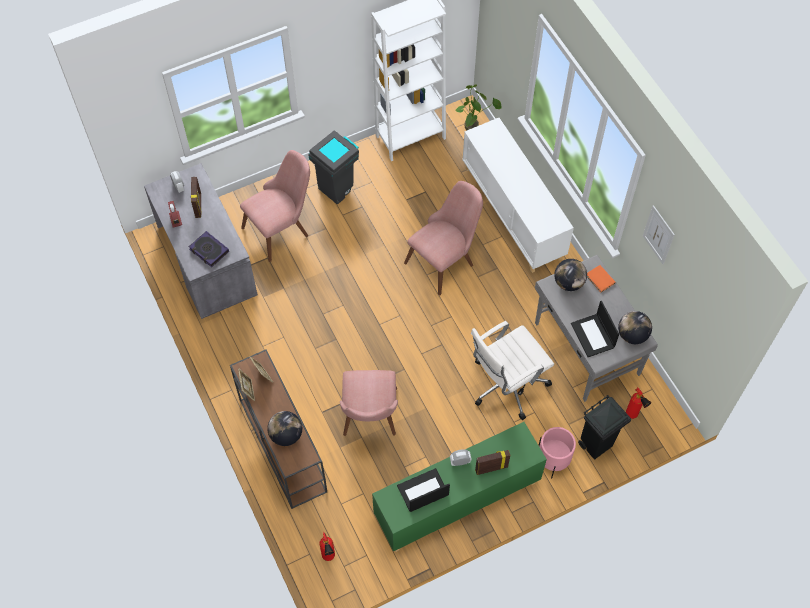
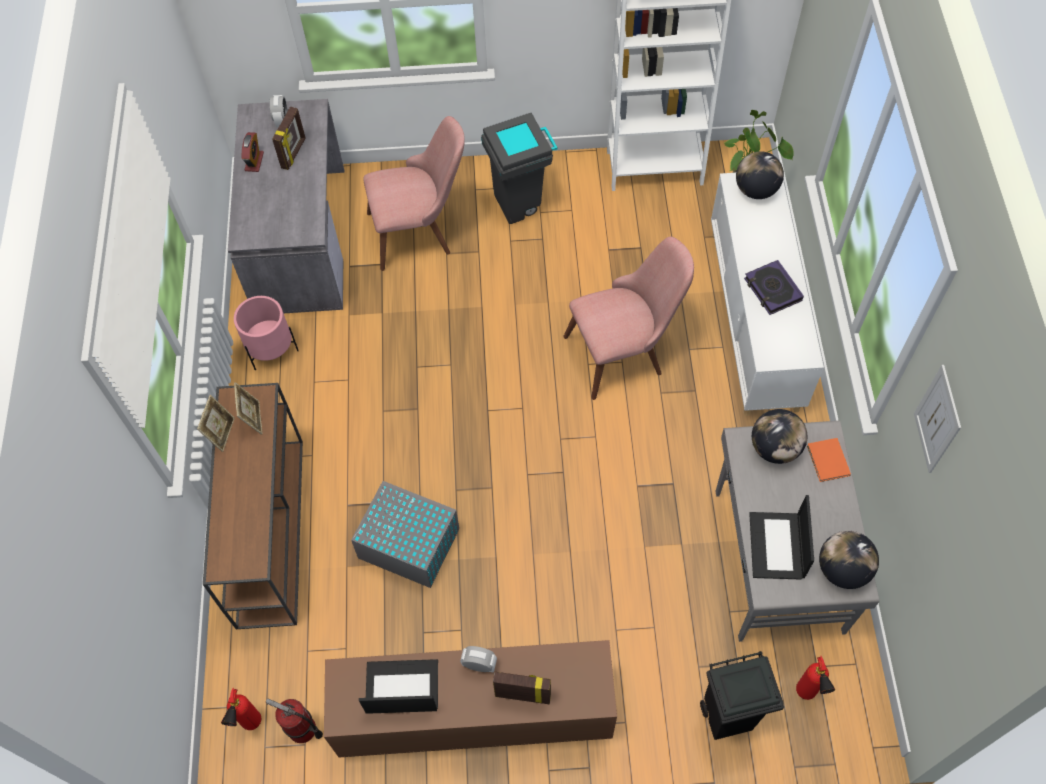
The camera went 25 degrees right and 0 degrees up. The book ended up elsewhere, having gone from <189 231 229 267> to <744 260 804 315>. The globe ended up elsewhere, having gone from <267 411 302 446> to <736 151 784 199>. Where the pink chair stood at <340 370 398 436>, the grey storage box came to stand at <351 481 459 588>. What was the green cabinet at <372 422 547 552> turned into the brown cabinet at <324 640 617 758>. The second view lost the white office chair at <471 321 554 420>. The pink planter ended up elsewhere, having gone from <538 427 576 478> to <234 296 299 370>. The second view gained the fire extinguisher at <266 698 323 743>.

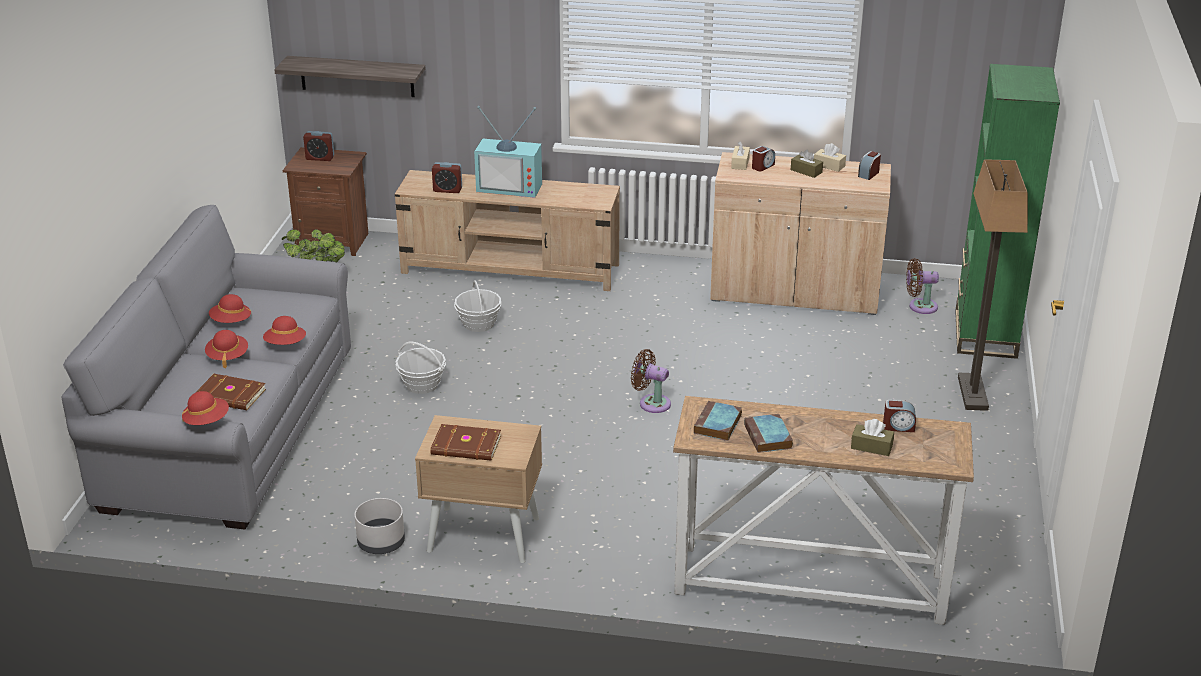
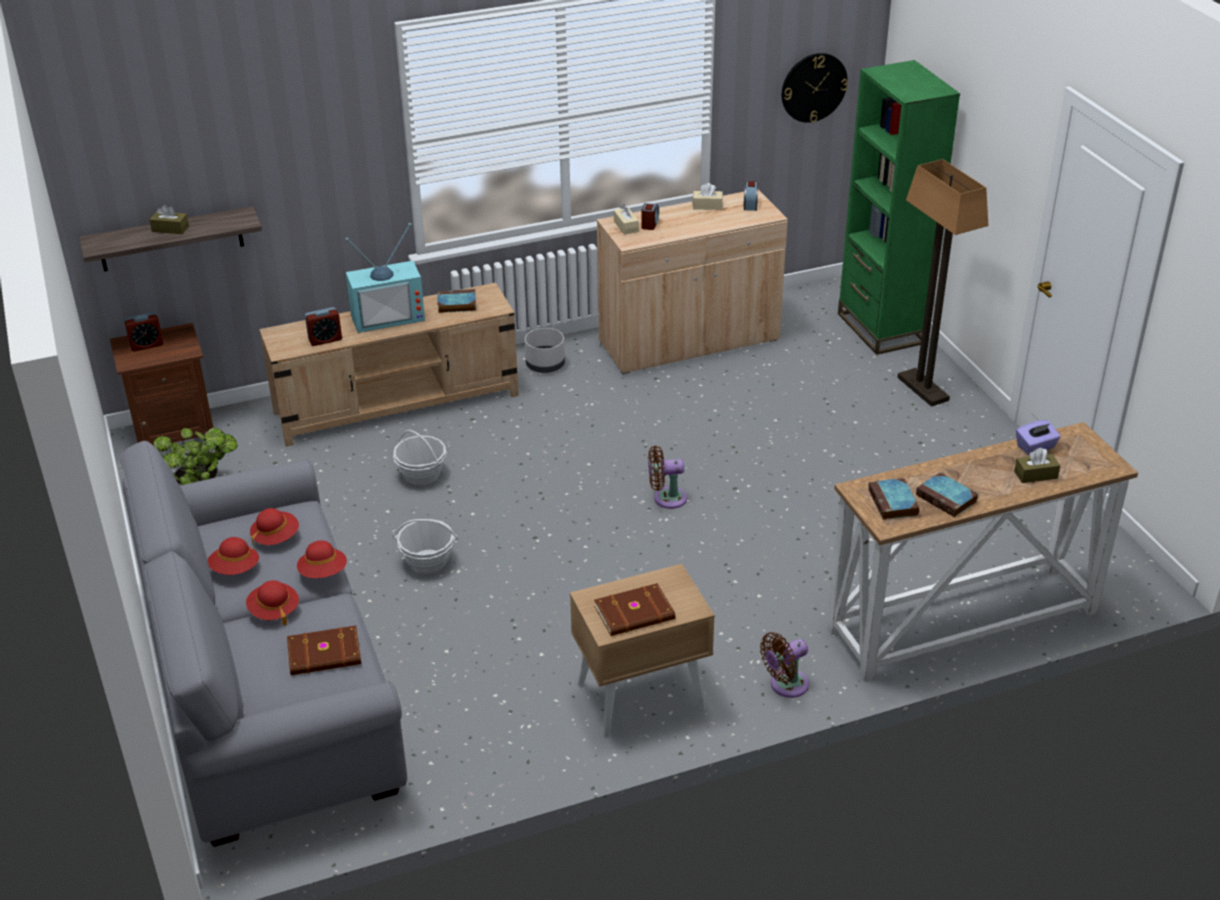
The camera went 30 degrees left and 5 degrees up. The red hat ended up elsewhere, having gone from <182 391 229 425> to <250 508 299 547>. The grey planter ended up elsewhere, having gone from <355 498 405 554> to <525 328 565 373>. The brown tissue box ended up elsewhere, having gone from <791 149 823 178> to <149 205 189 234>. Where the alarm clock stood at <883 400 916 432>, the purple tissue box came to stand at <1016 420 1061 455>. The brown fan ended up elsewhere, having gone from <906 258 939 314> to <760 632 809 698>. The second view gained the book at <437 289 476 313>. The second view gained the wall clock at <782 53 848 123>.

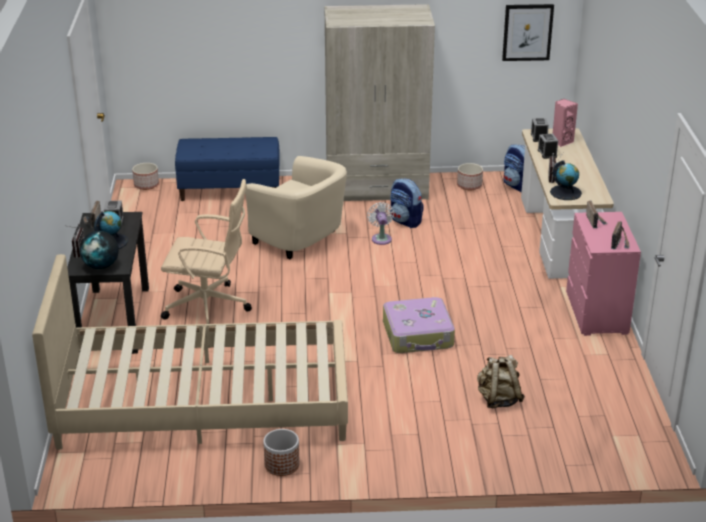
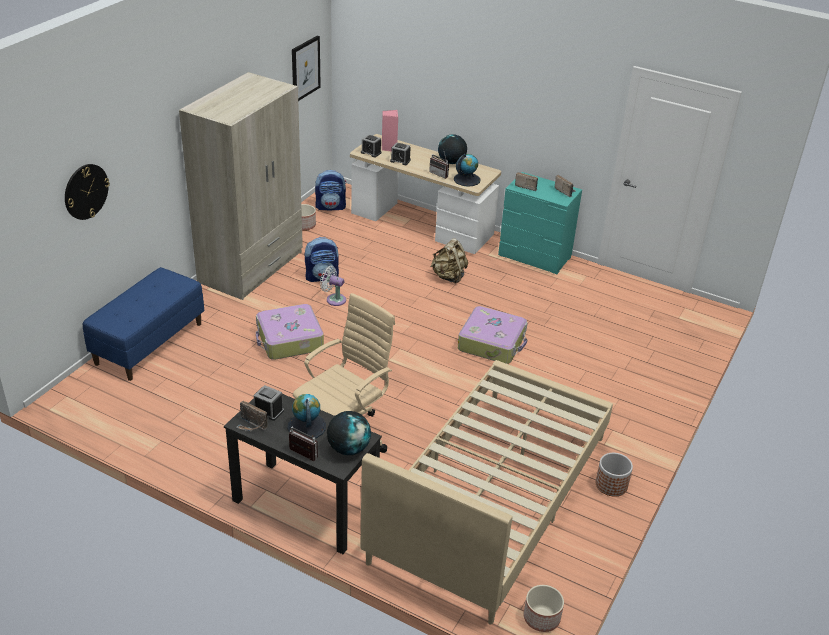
The camera went 60 degrees left and 5 degrees up. The planter ended up elsewhere, having gone from <132 163 159 190> to <524 585 564 632>. Where the beige armchair stood at <245 156 347 259>, the suitcase came to stand at <256 304 324 360>. The beige backpack ended up elsewhere, having gone from <477 355 525 408> to <431 238 468 284>. What was the pink dresser at <566 212 641 336> turned into the turquoise dresser at <498 172 582 274>. The second view gained the wall clock at <65 164 110 220>. The second view gained the globe at <438 134 467 164>.

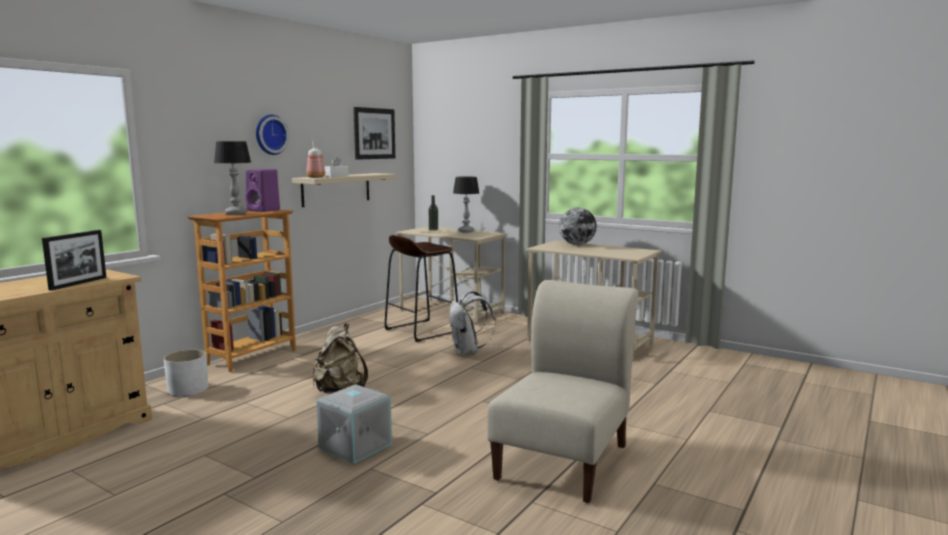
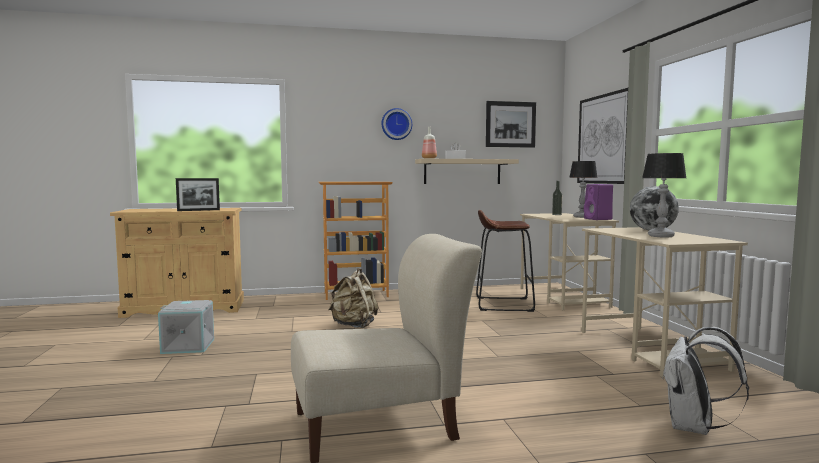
The camera went 45 degrees right and 5 degrees down. The second view lost the white planter at <164 350 208 396>. The table lamp ended up elsewhere, having gone from <214 141 251 215> to <642 153 686 238>. The purple speaker ended up elsewhere, having gone from <245 169 280 212> to <584 184 613 220>. The grey storage box ended up elsewhere, having gone from <316 384 392 464> to <158 300 214 354>. The white backpack ended up elsewhere, having gone from <449 291 496 354> to <662 327 749 435>. The second view gained the picture at <577 88 628 184>.

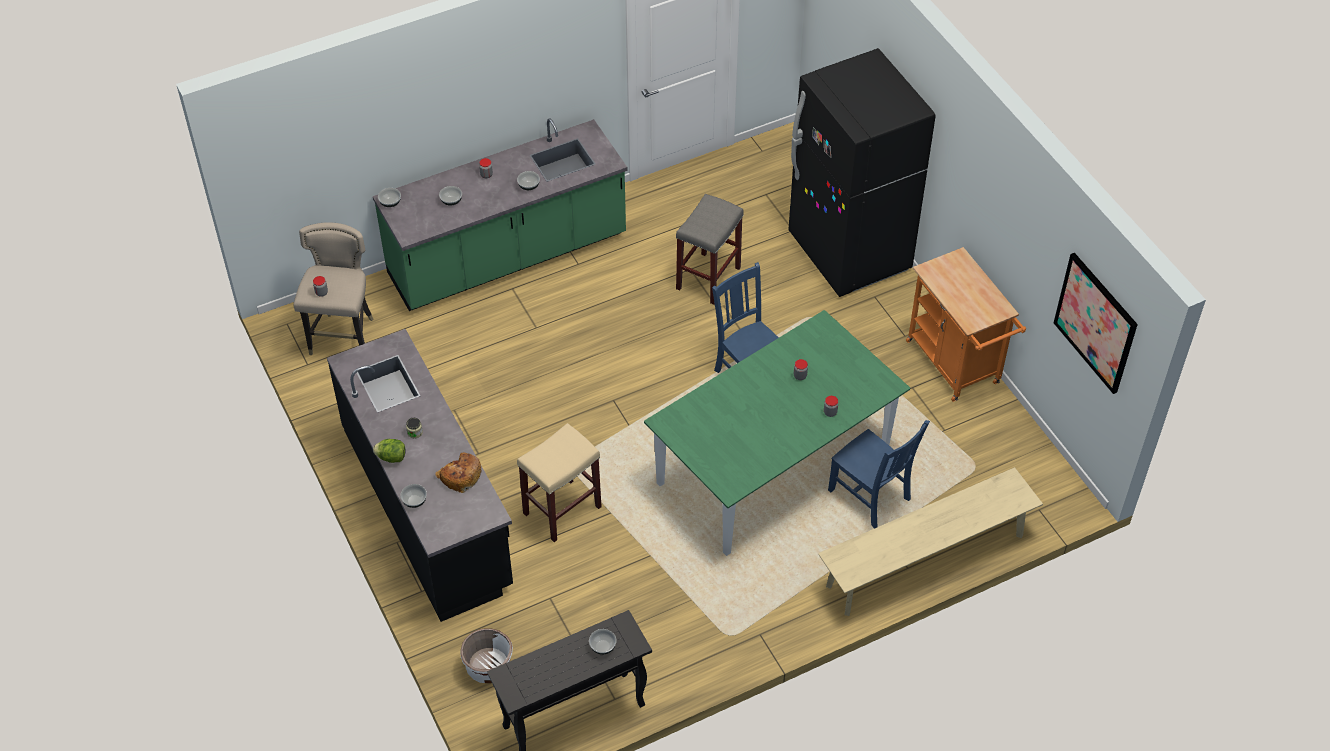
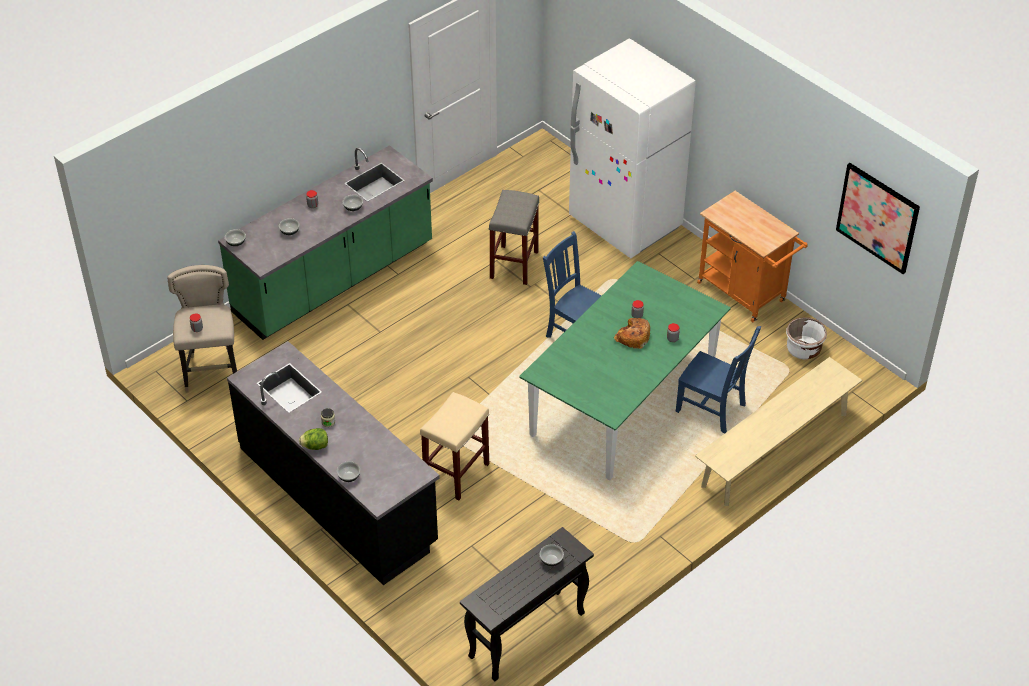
The camera went 15 degrees left and 5 degrees down. The bread ended up elsewhere, having gone from <435 453 481 493> to <614 318 650 349>. The white planter ended up elsewhere, having gone from <460 628 513 683> to <786 317 827 360>. What was the black fridge at <788 48 936 297> turned into the white fridge at <569 39 696 258>.

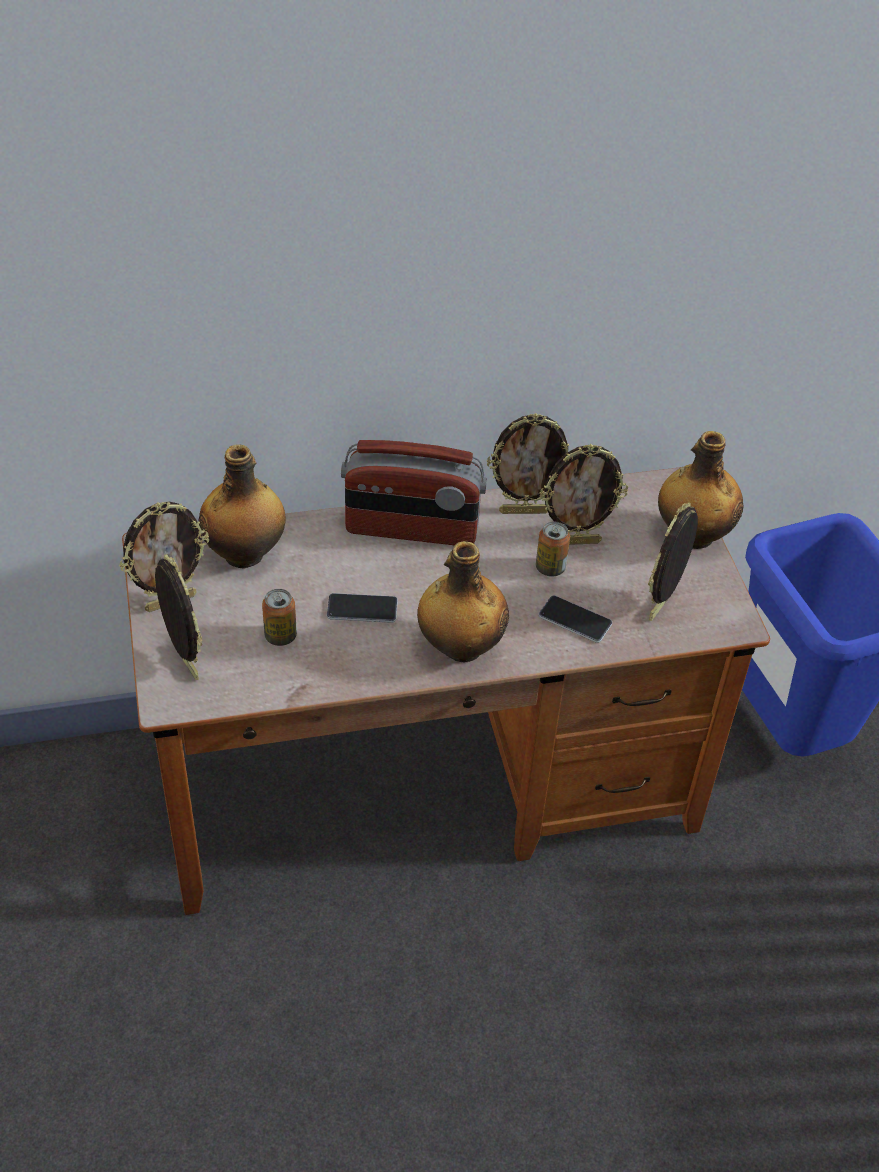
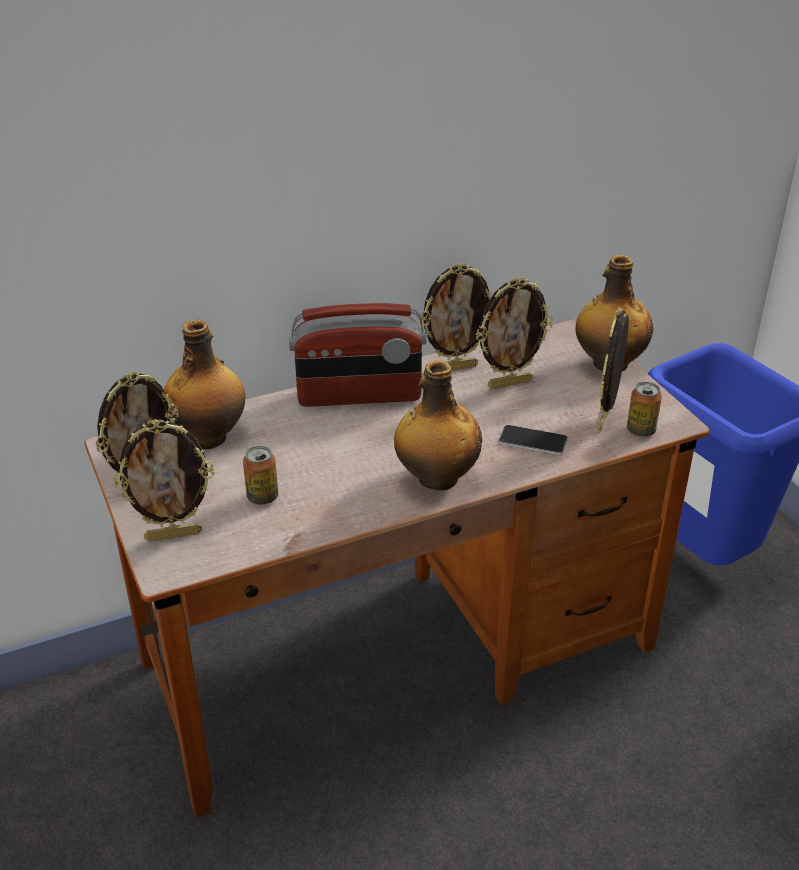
The camera went 10 degrees left and 10 degrees down. The picture frame at <155 554 202 680> ended up facing another way, 120 degrees clockwise from before. The second view lost the phone at <327 593 398 623>. The can ended up elsewhere, having gone from <536 521 570 576> to <627 382 662 437>.

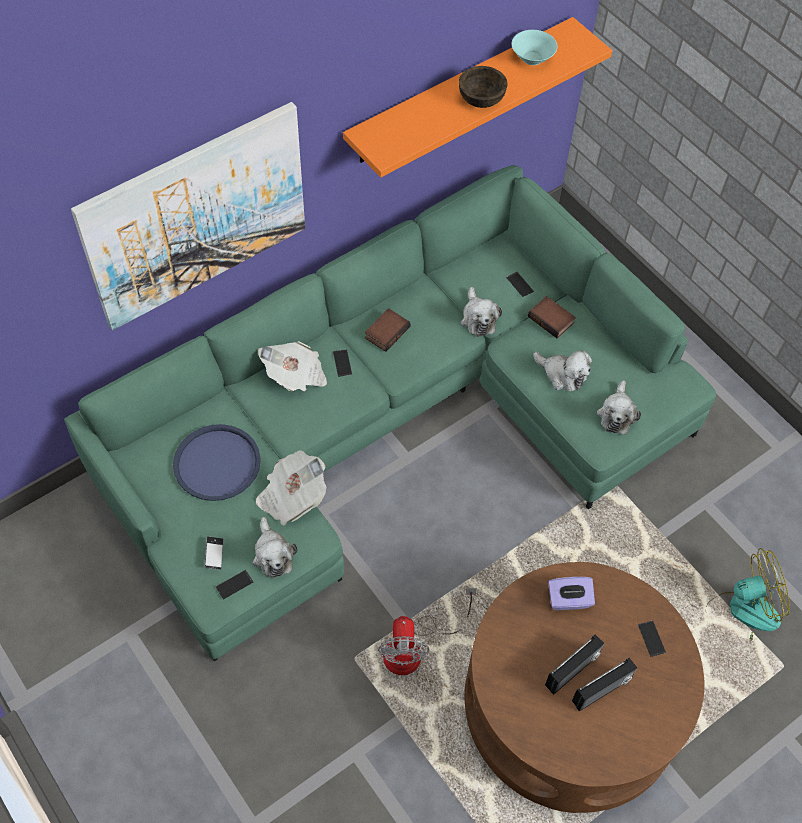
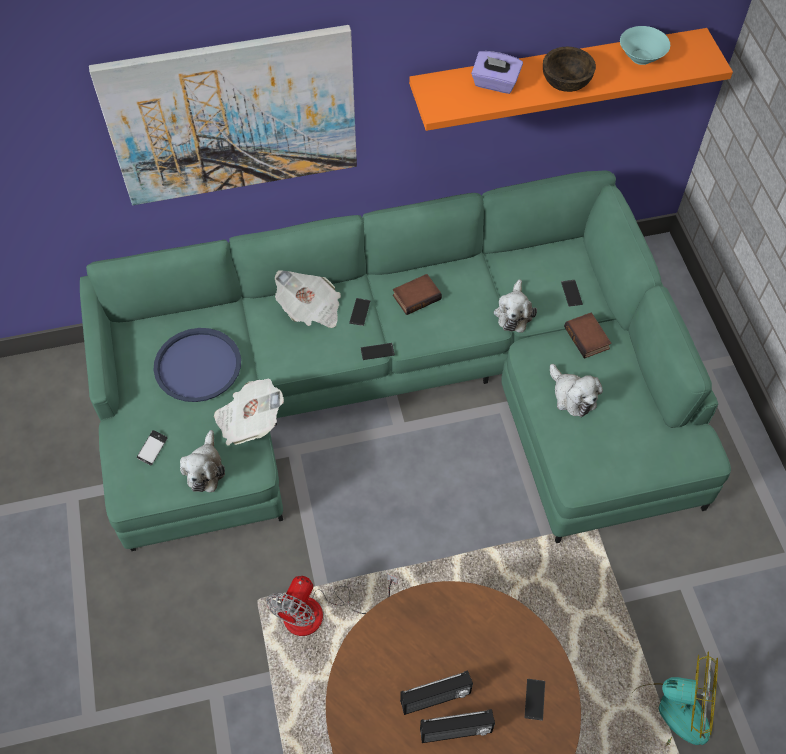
The camera went 25 degrees right and 0 degrees up. The phone ended up elsewhere, having gone from <216 570 253 600> to <360 343 395 360>. The purple tissue box ended up elsewhere, having gone from <548 577 595 610> to <471 51 523 94>. The second view lost the plush toy at <597 380 641 435>.

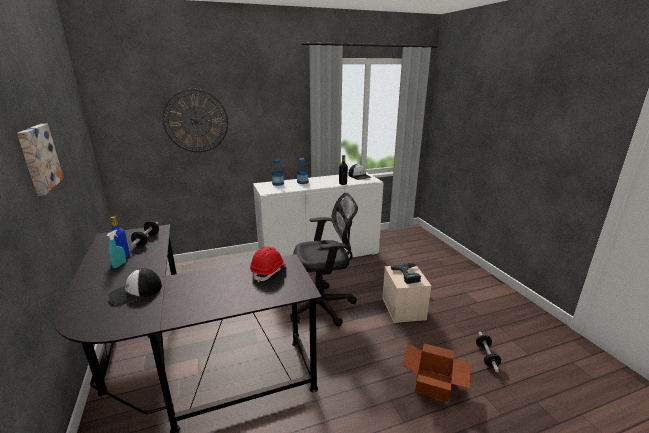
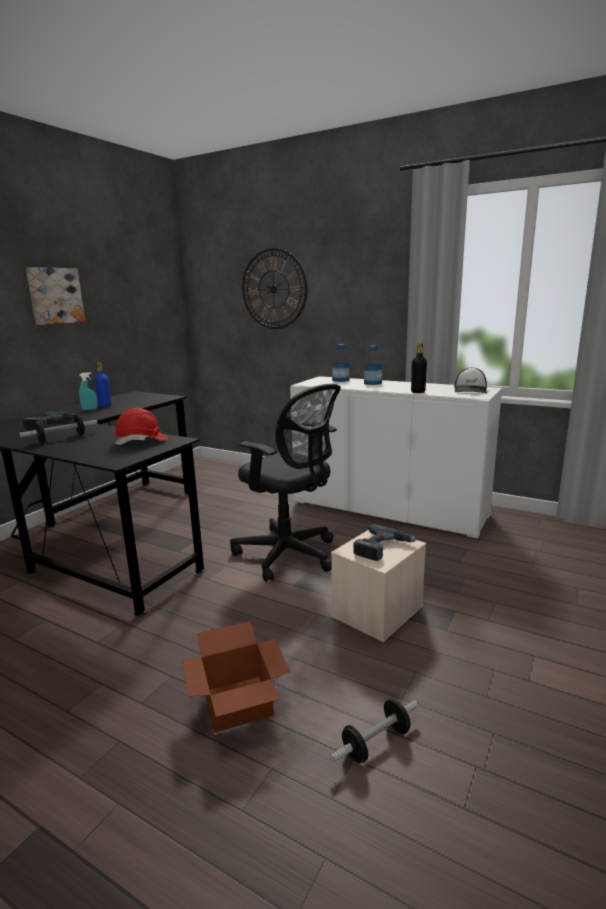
The camera went 50 degrees right and 5 degrees down. Where the cap stood at <108 268 162 305>, the power drill came to stand at <23 412 76 430>. The dumbbell ended up elsewhere, having gone from <131 221 159 246> to <20 414 97 443>.

